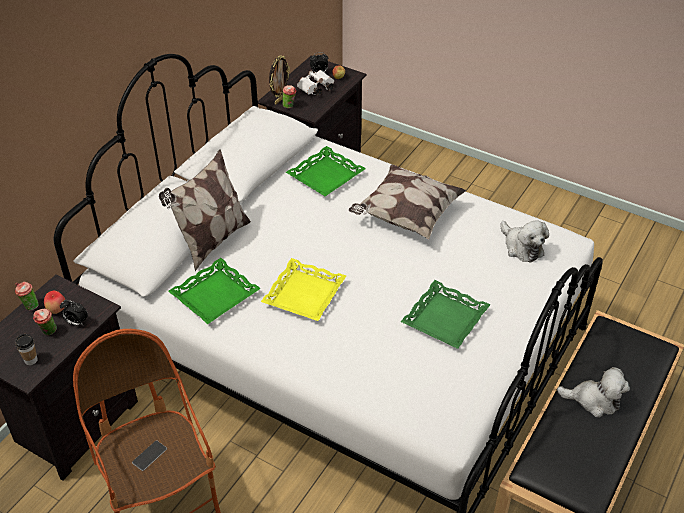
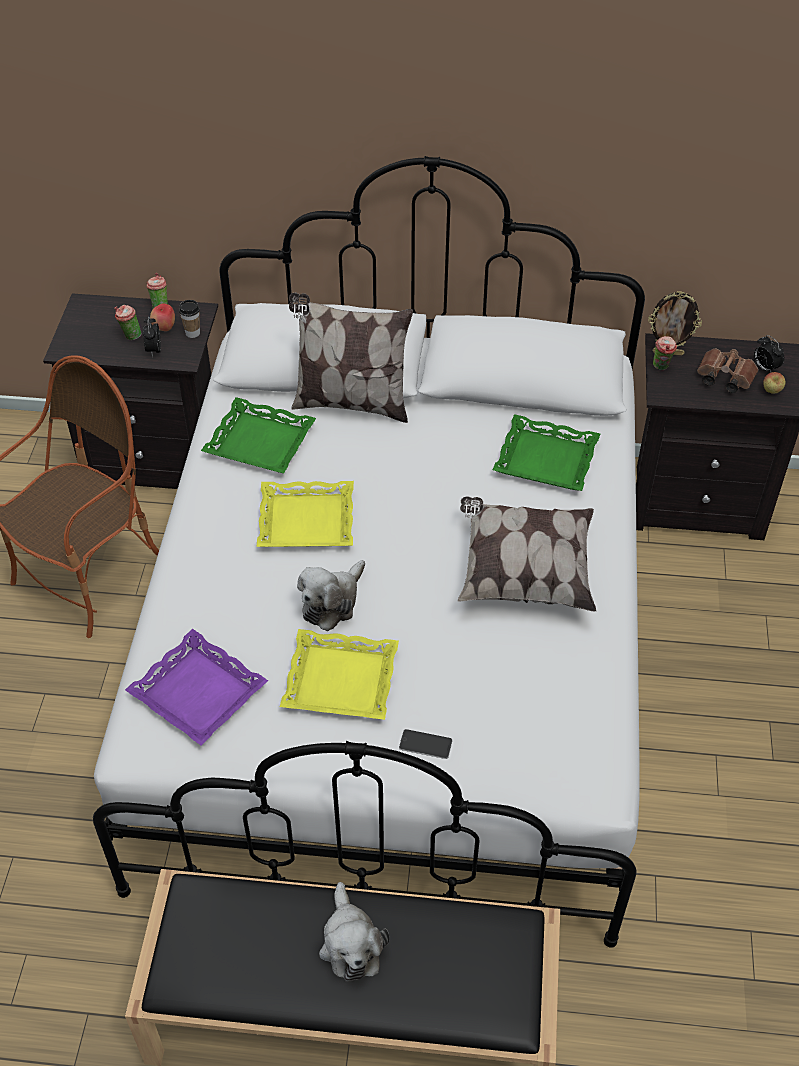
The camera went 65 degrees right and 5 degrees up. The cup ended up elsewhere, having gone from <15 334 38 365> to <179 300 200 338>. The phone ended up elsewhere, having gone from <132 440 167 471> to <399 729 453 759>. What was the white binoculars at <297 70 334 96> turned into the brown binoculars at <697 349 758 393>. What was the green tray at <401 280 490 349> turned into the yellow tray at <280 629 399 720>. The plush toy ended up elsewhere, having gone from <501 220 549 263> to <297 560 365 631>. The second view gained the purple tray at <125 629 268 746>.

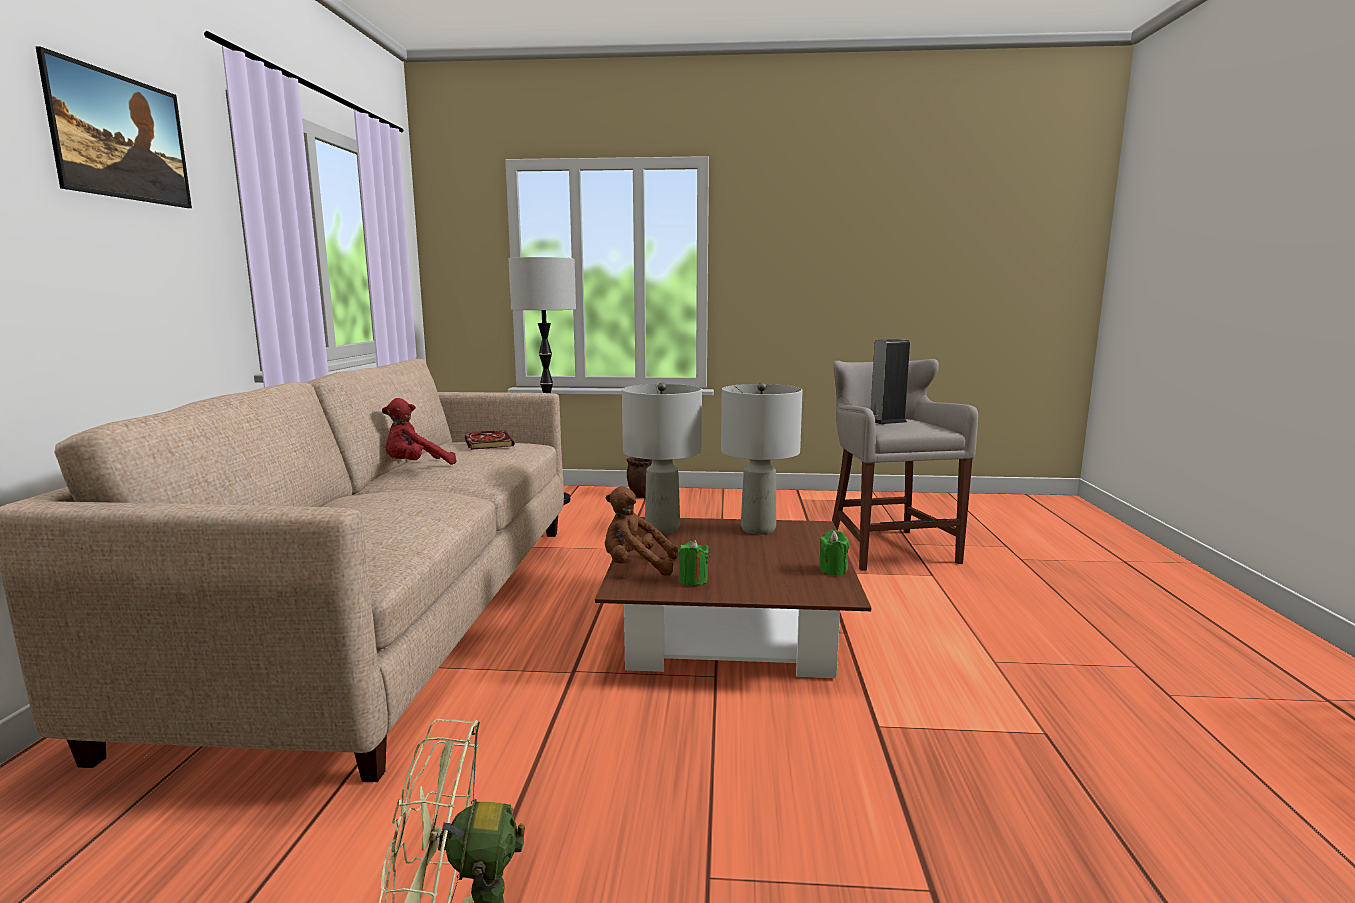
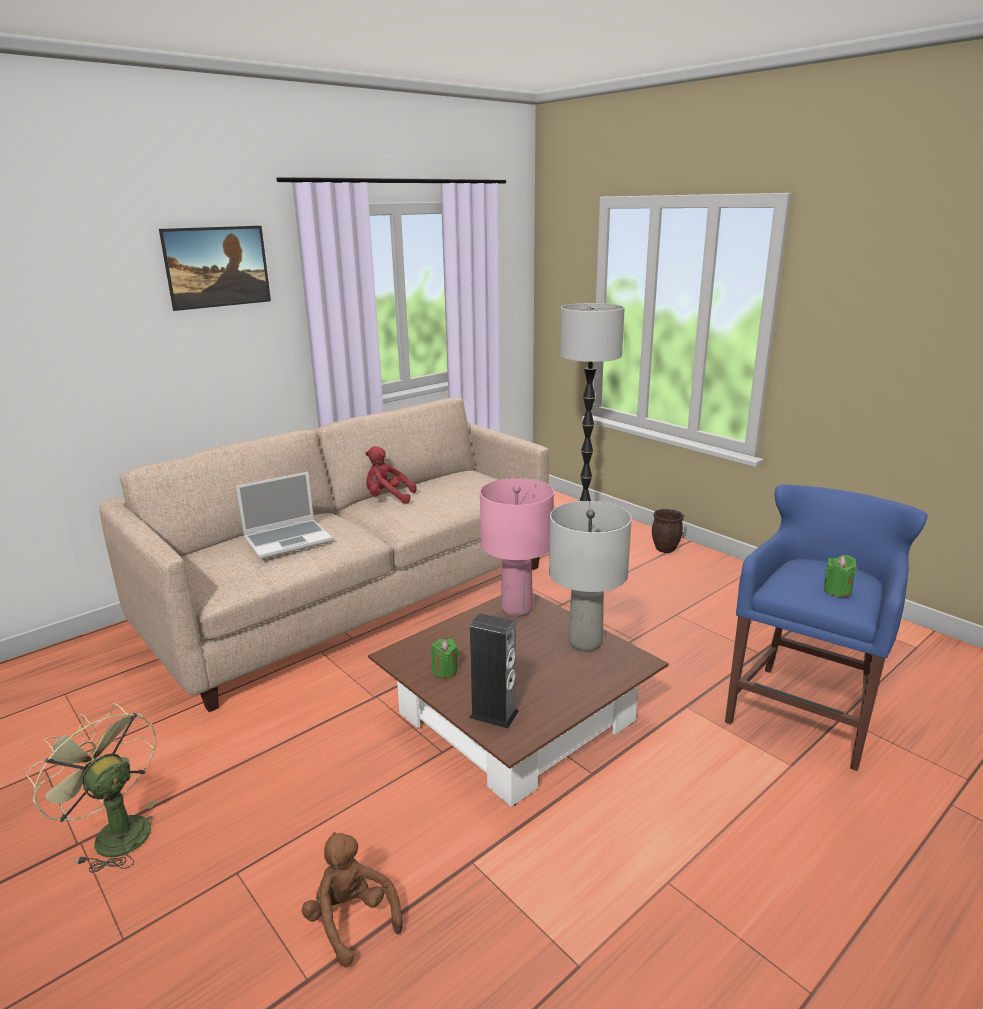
The camera went 45 degrees right and 10 degrees up. The second view lost the book at <465 430 515 450>. The brown plush toy ended up elsewhere, having gone from <605 487 679 576> to <302 832 403 967>. What was the grey table lamp at <622 382 702 535> turned into the pink table lamp at <480 478 554 617>. The green candle ended up elsewhere, having gone from <819 530 849 576> to <823 555 856 597>. What was the grey stool at <832 359 978 571> turned into the blue stool at <725 484 928 771>. The speaker ended up elsewhere, having gone from <871 339 910 424> to <469 613 519 729>. The second view gained the laptop at <236 472 332 559>.

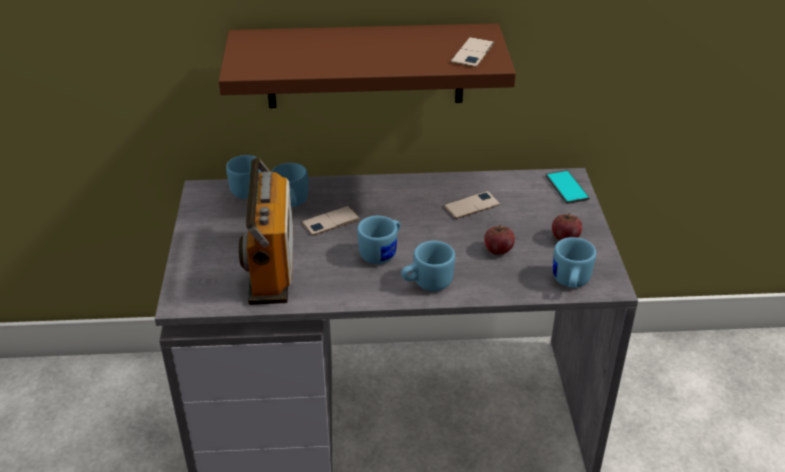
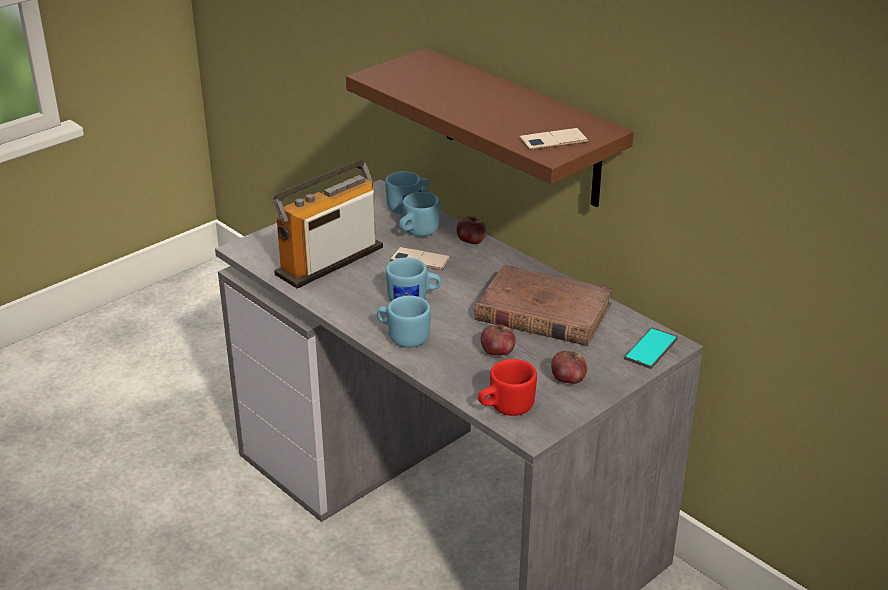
The camera went 50 degrees right and 5 degrees down. Where the phone stood at <444 191 500 219>, the brown book came to stand at <474 265 613 346>. What was the blue mug at <553 237 596 288> turned into the red mug at <478 359 537 416>. The second view gained the apple at <456 216 487 244>.

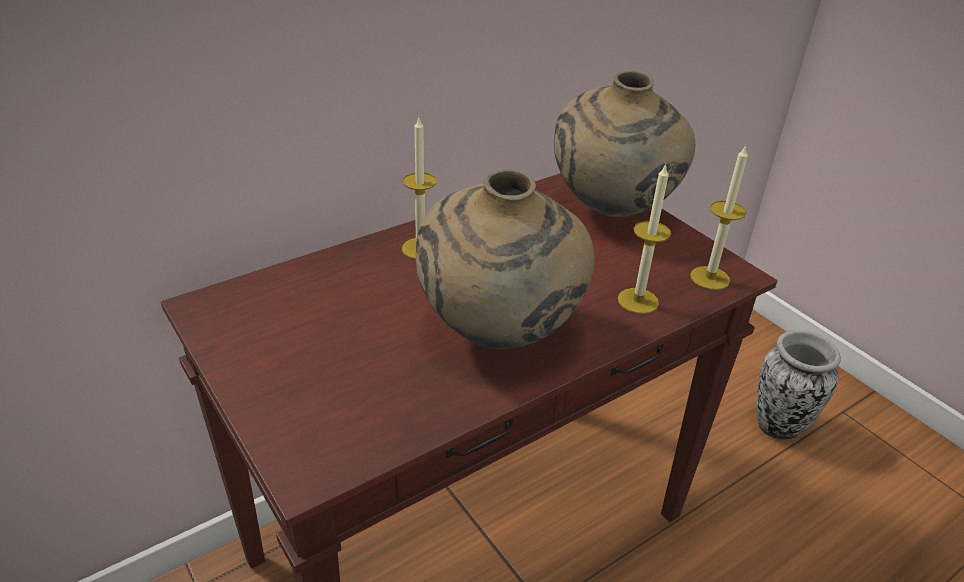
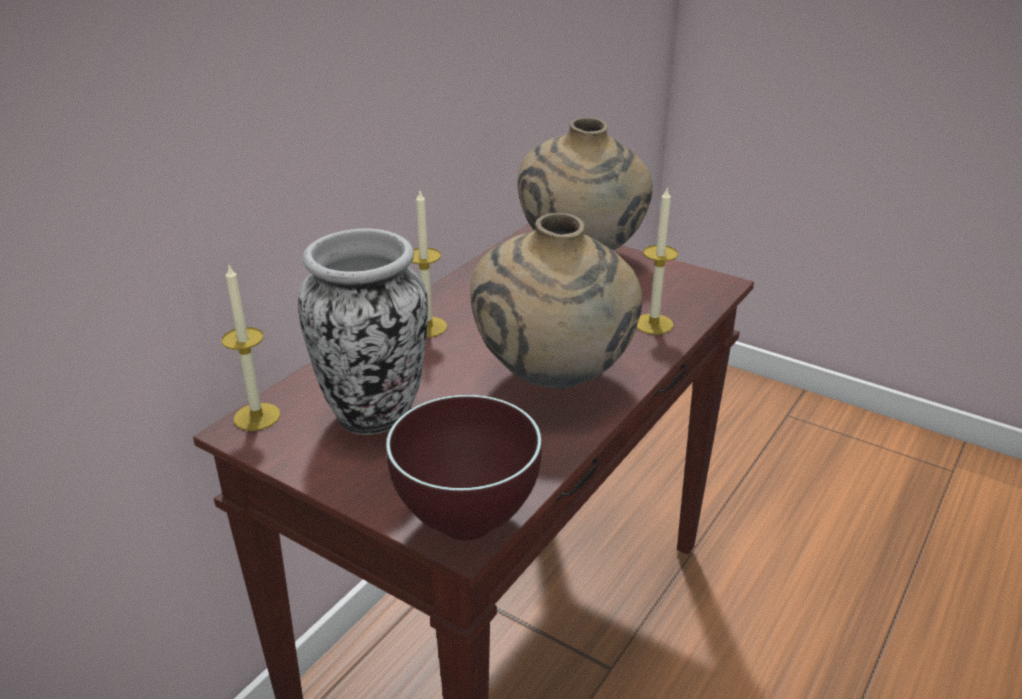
The camera went 20 degrees left and 5 degrees down. The candle ended up elsewhere, having gone from <690 144 748 290> to <222 263 280 431>. The vase ended up elsewhere, having gone from <756 330 841 440> to <298 228 428 435>. The second view gained the brown bowl at <386 395 542 540>.

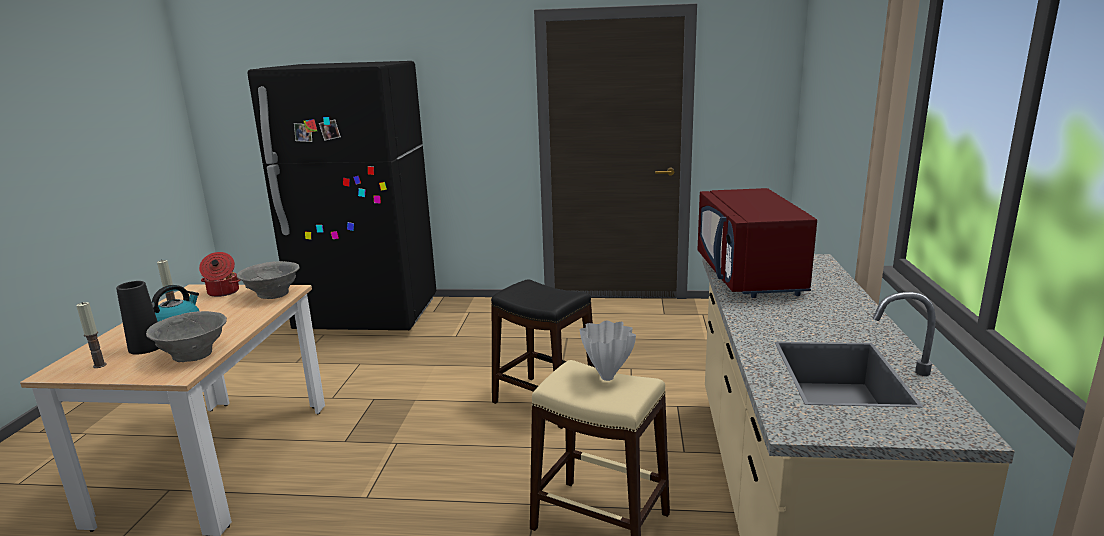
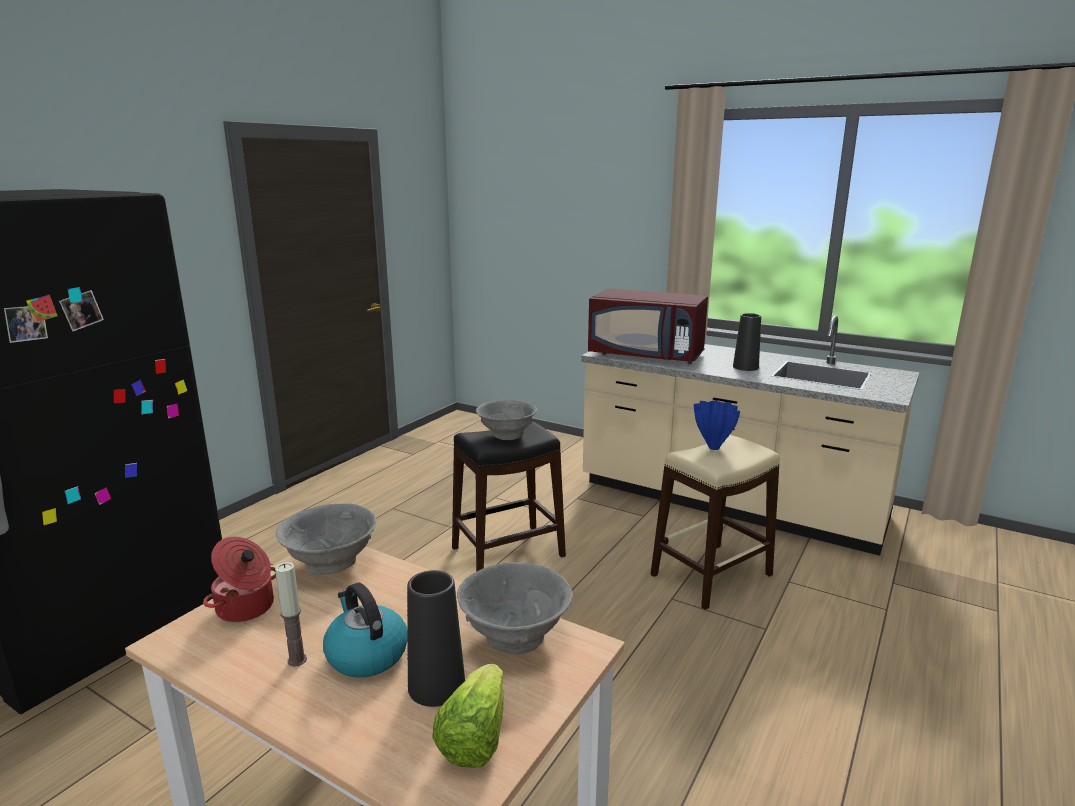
The camera went 65 degrees left and 0 degrees up. Where the candle stood at <76 302 107 368>, the lettuce came to stand at <432 664 504 768>. What was the white vase at <580 321 636 381> turned into the blue vase at <694 400 740 450>. The second view gained the grey bowl at <476 400 537 440>. The second view gained the black vase at <733 313 761 371>.

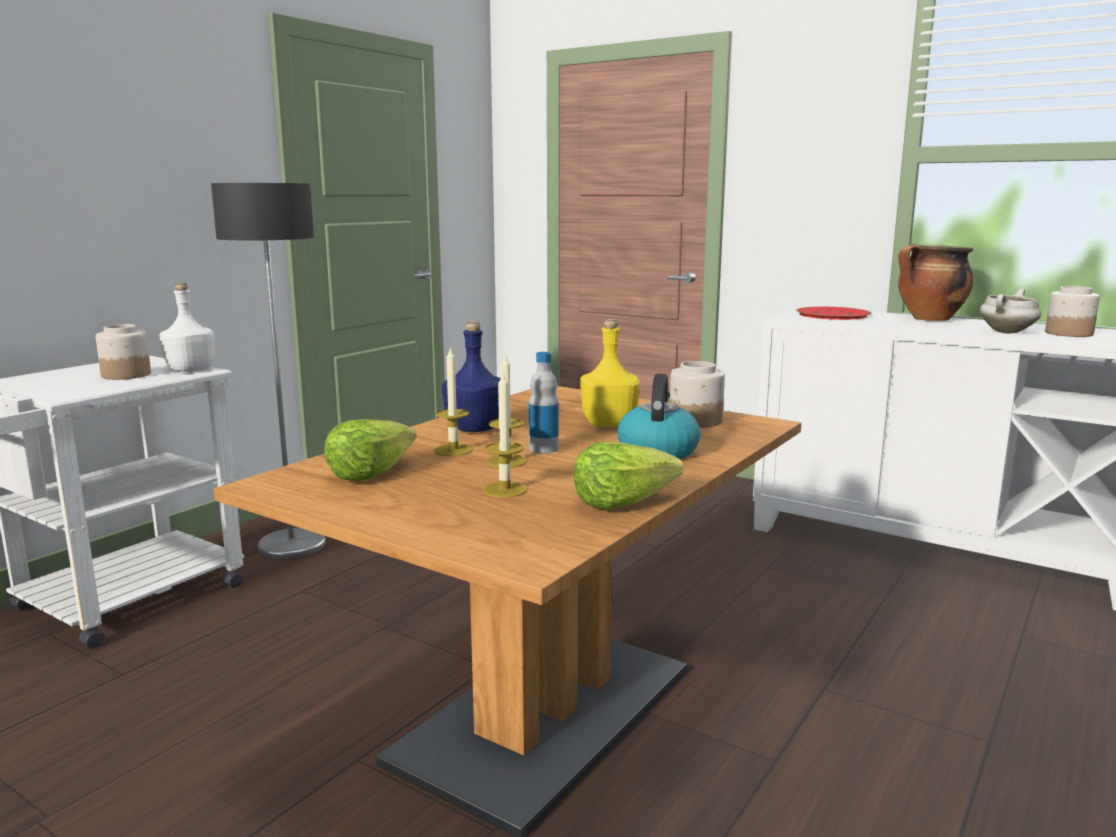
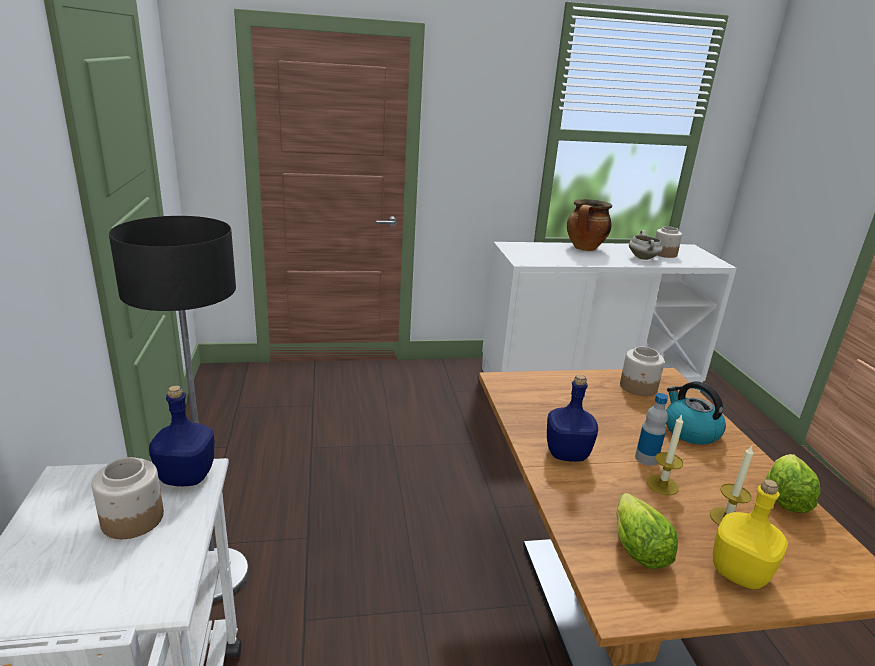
The camera went 45 degrees left and 10 degrees up. What was the white bottle at <159 283 214 372> turned into the blue bottle at <149 385 214 486>. The second view lost the candle at <434 347 473 456>. The yellow bottle ended up elsewhere, having gone from <580 319 640 427> to <713 479 788 589>. The second view lost the red plate at <796 307 871 320>.

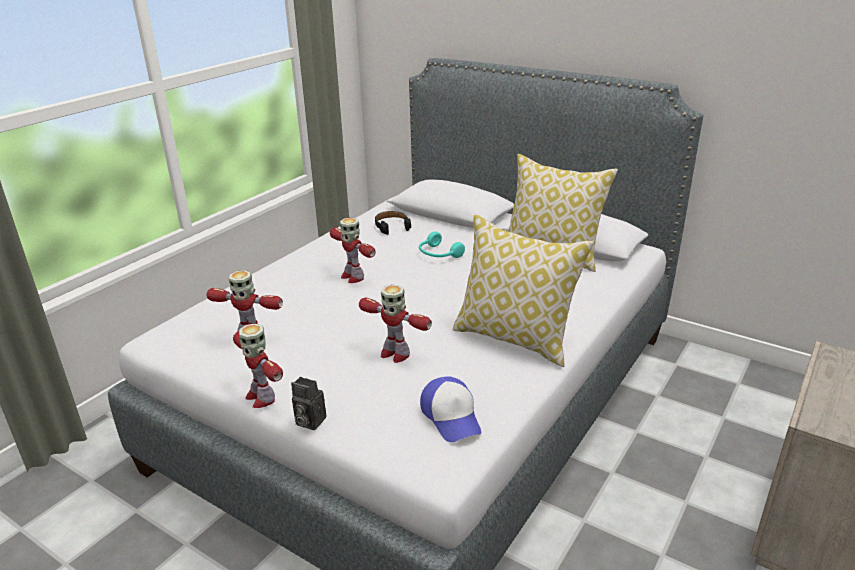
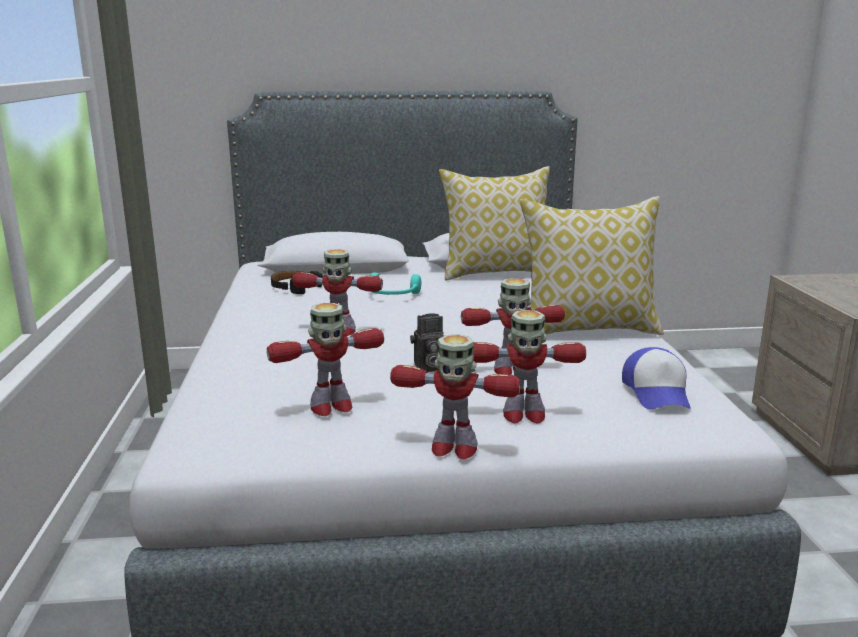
The camera went 40 degrees left and 10 degrees down. The photo camera ended up elsewhere, having gone from <291 377 326 430> to <410 314 444 372>. The cap at <420 376 481 442> ended up facing another way, 60 degrees clockwise from before. The second view gained the toy robot at <473 310 586 423>.

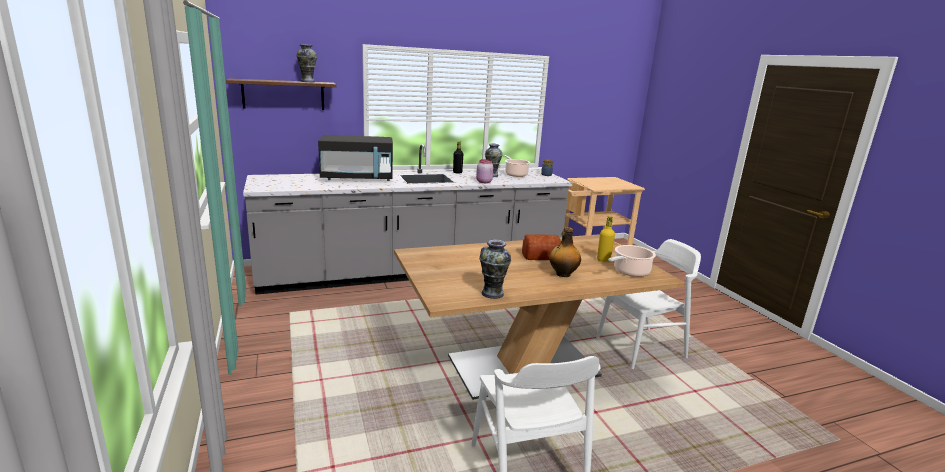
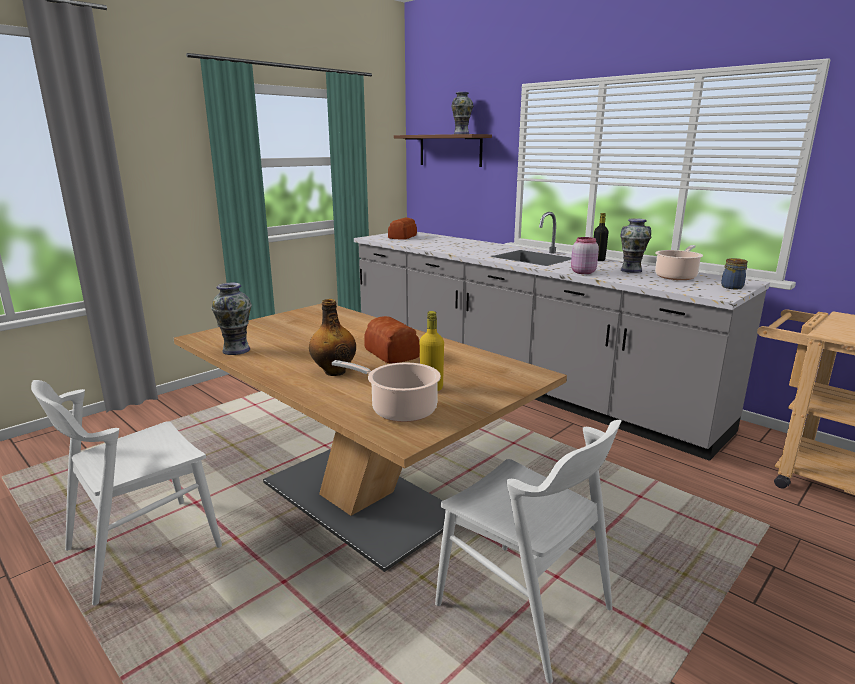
The camera went 65 degrees right and 0 degrees up. The second view lost the black microwave at <318 135 393 181>. The second view gained the bread at <388 218 417 240>.

